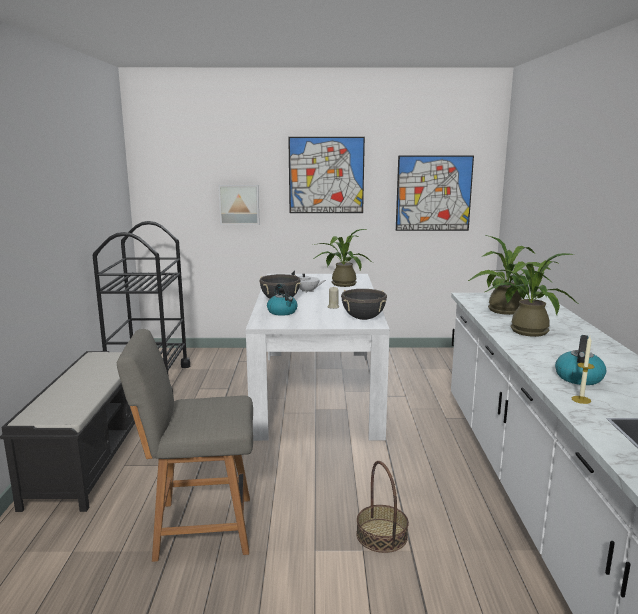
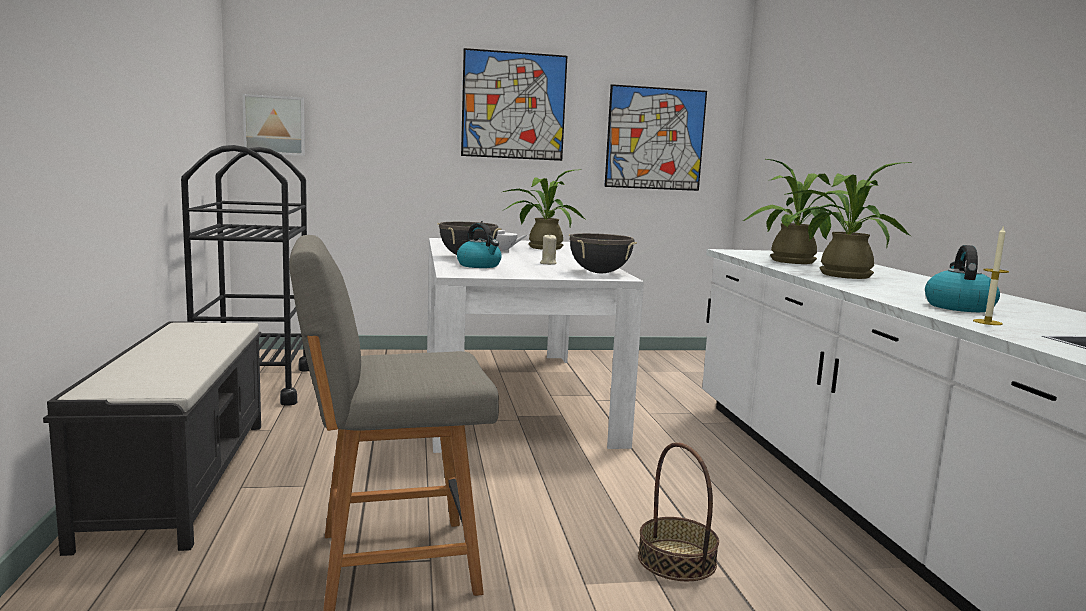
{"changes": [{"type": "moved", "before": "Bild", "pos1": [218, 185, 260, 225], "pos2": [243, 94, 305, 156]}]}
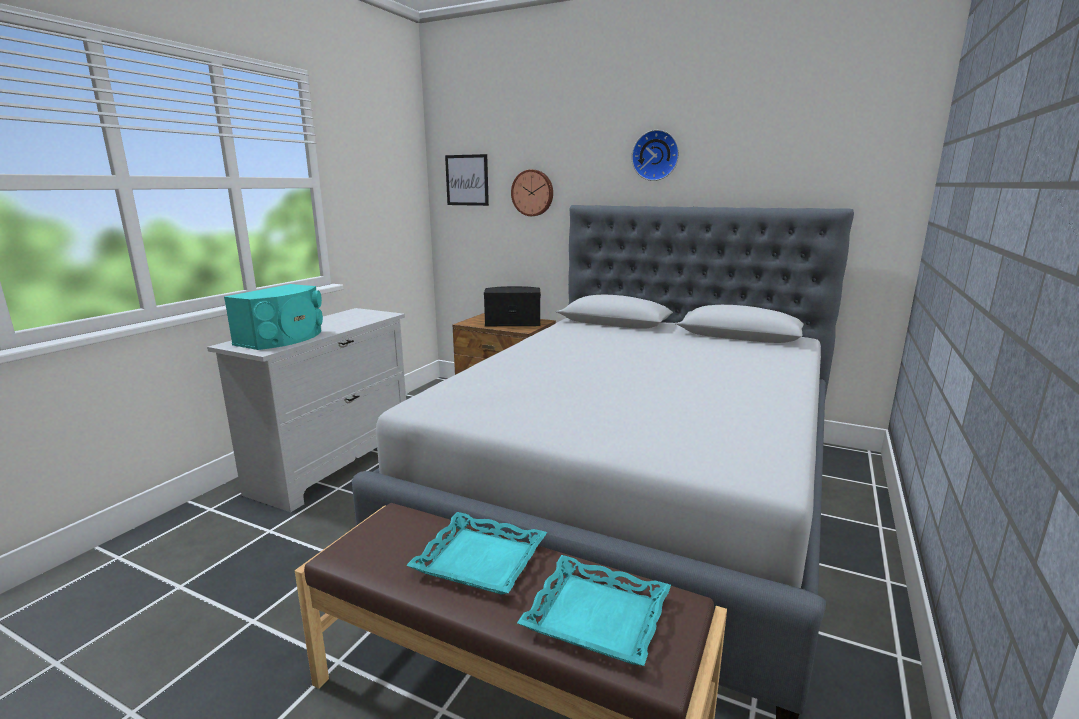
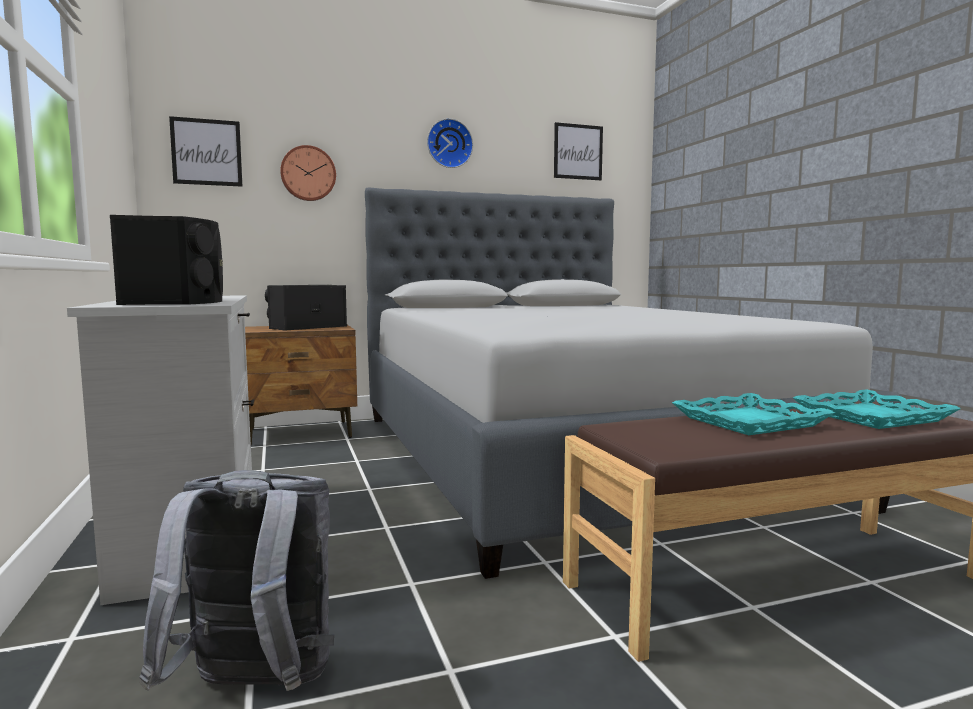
{"changes": [{"type": "recoloured", "before": "Lautsprecher [türkis]", "after": "Lautsprecher [schwarz]", "pos1": [224, 284, 323, 350], "pos2": [110, 215, 223, 305]}, {"type": "added", "after": "Rucksack [grau]", "pos2": [139, 470, 334, 691]}, {"type": "added", "after": "Bild", "pos2": [554, 122, 603, 180]}]}
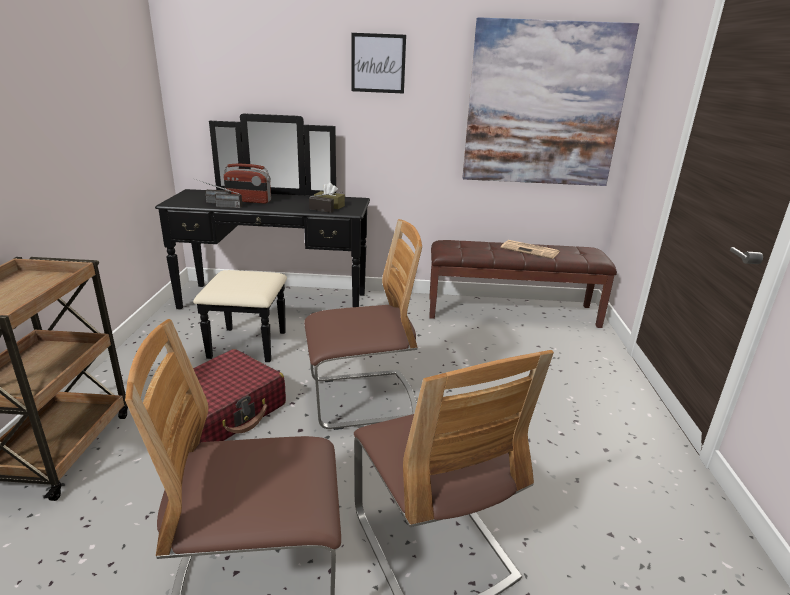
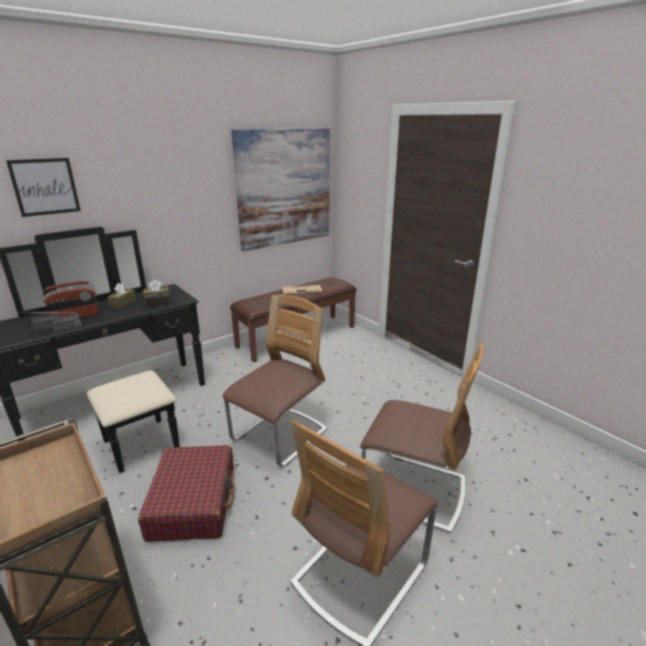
{"changes": [{"type": "moved", "before": "Bild", "pos1": [351, 33, 406, 94], "pos2": [6, 158, 81, 217]}, {"type": "added", "after": "Taschentuchbox [braun]", "pos2": [107, 283, 136, 308]}]}
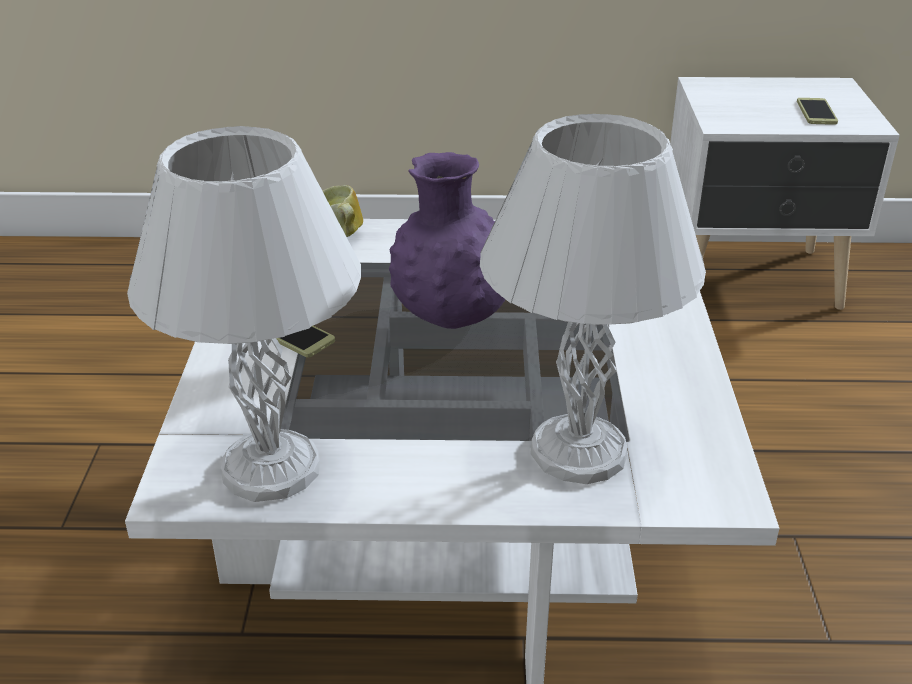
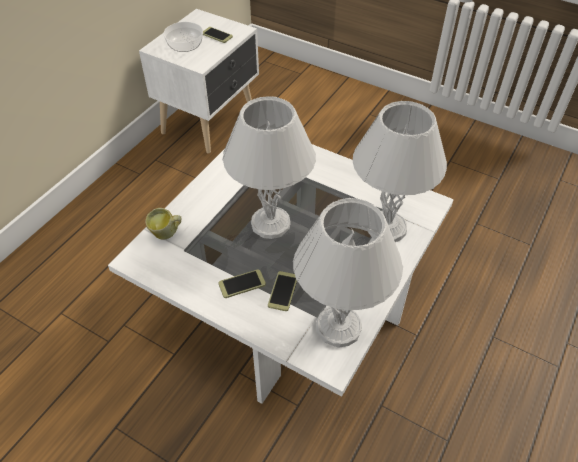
{"changes": [{"type": "added", "after": "Schüssel", "pos2": [163, 22, 203, 52]}, {"type": "replaced", "before": "Vase [lila]", "after": "Tischlampe [weiß]", "pos1": [389, 152, 506, 329], "pos2": [222, 96, 316, 239]}, {"type": "added", "after": "Handy", "pos2": [268, 271, 297, 311]}]}
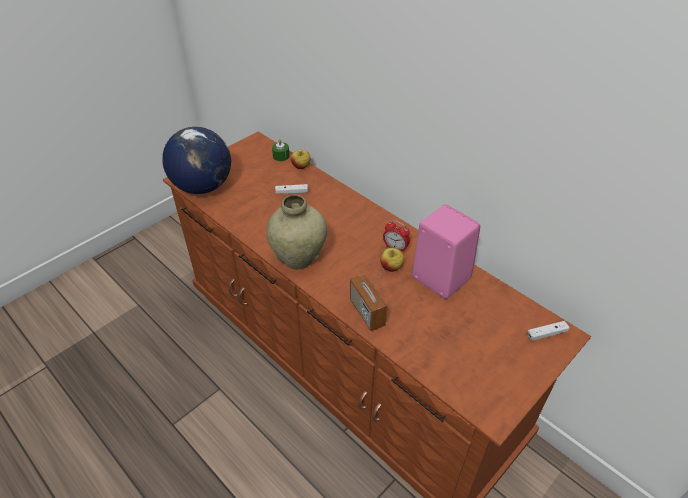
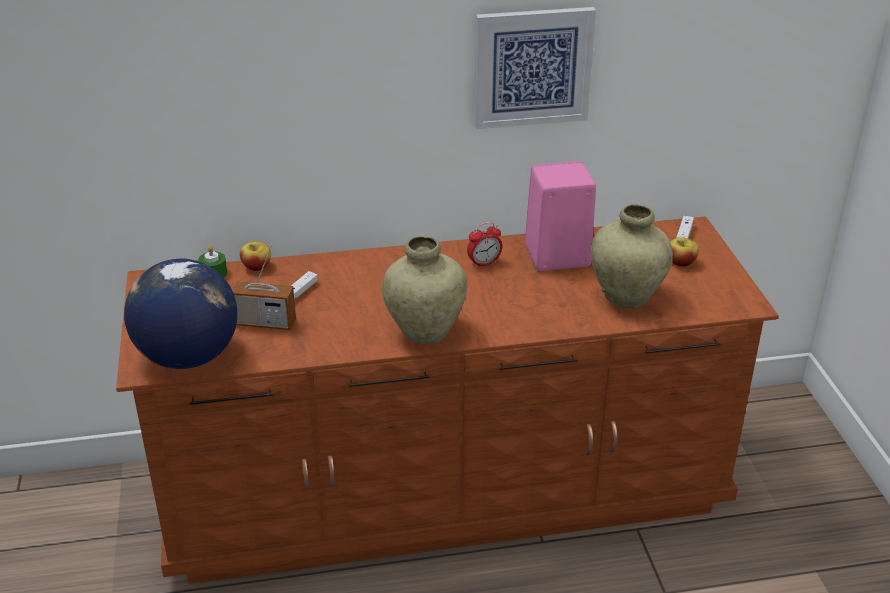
{"changes": [{"type": "moved", "before": "Radio", "pos1": [350, 269, 387, 331], "pos2": [232, 244, 296, 330]}, {"type": "added", "after": "Bild", "pos2": [474, 7, 596, 129]}, {"type": "added", "after": "Vase [beige]", "pos2": [590, 204, 673, 309]}, {"type": "moved", "before": "Apfel", "pos1": [380, 248, 404, 272], "pos2": [670, 237, 699, 267]}]}
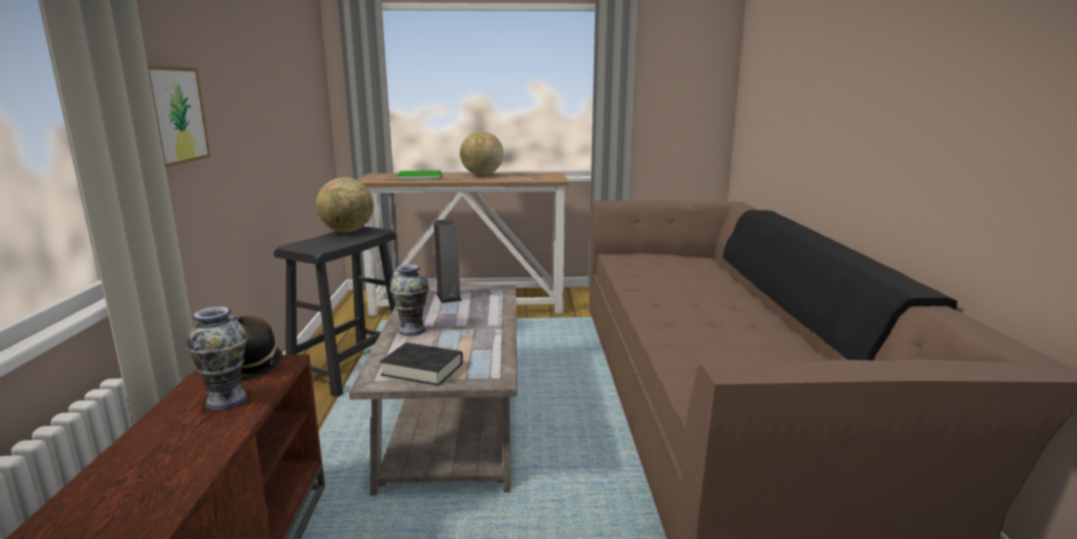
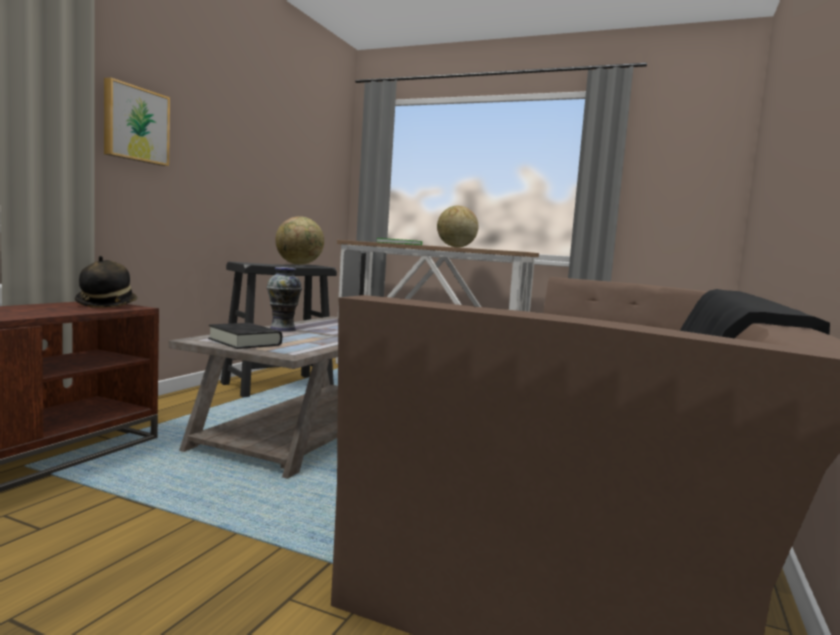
{"changes": [{"type": "removed", "before": "Vase", "pos1": [186, 307, 248, 411]}]}
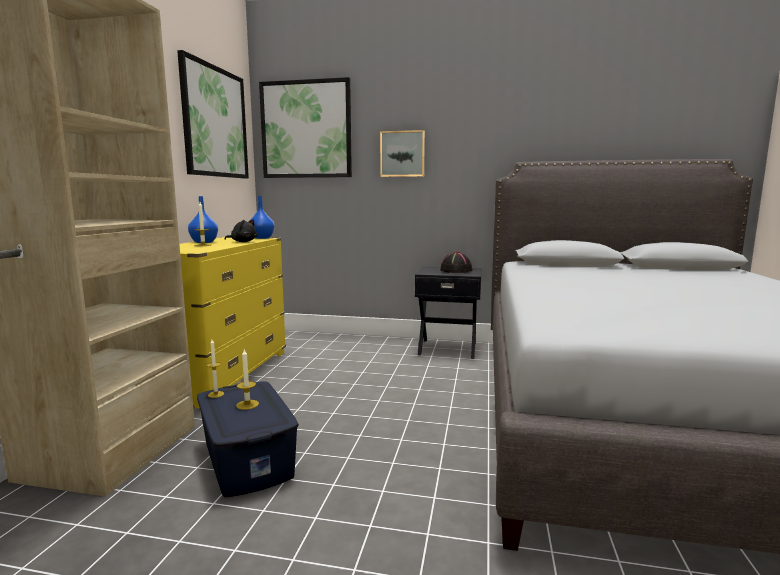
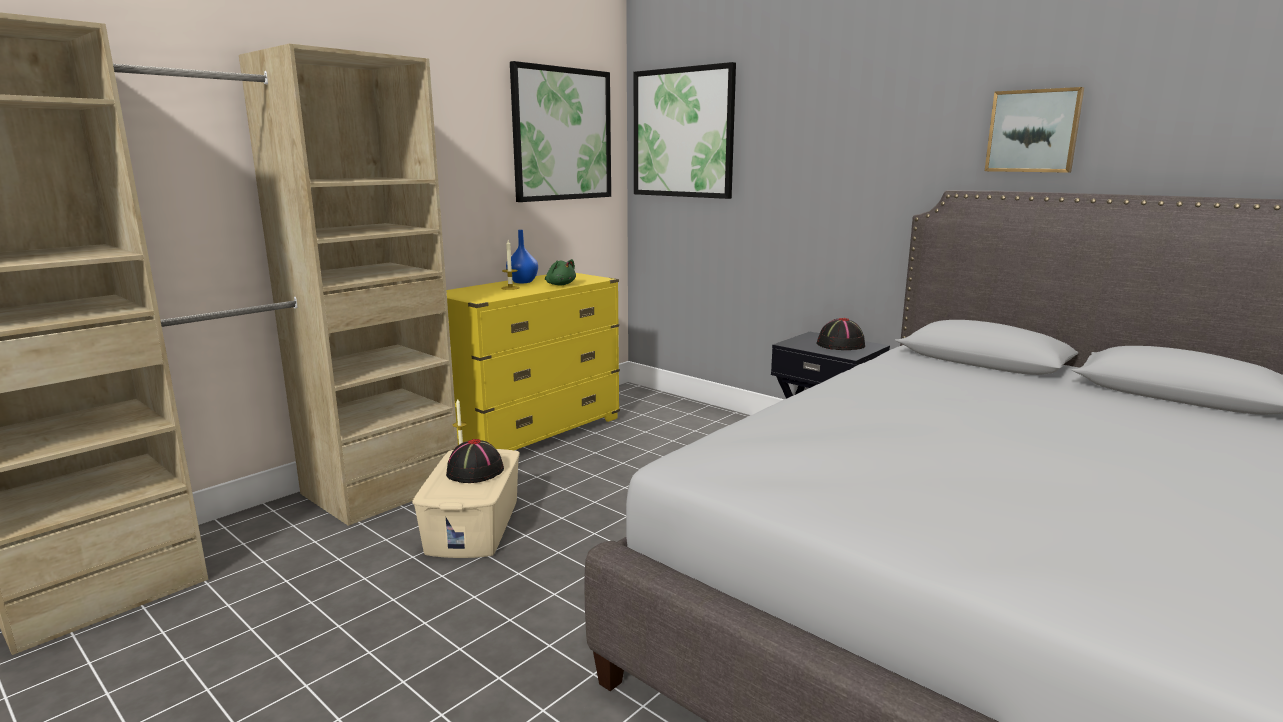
{"changes": [{"type": "recoloured", "before": "Aufbewahrungsbox [blau]", "after": "Aufbewahrungsbox [beige]", "pos1": [197, 381, 299, 497], "pos2": [412, 449, 520, 558]}, {"type": "replaced", "before": "Kerze", "after": "Hut [schwarz]", "pos1": [236, 349, 259, 410], "pos2": [446, 439, 504, 483]}, {"type": "recoloured", "before": "Plüschtier [schwarz]", "after": "Plüschtier [grün]", "pos1": [225, 220, 257, 242], "pos2": [545, 259, 576, 286]}, {"type": "moved", "before": "Bild", "pos1": [380, 130, 425, 177], "pos2": [985, 87, 1084, 173]}, {"type": "removed", "before": "Vase [blau]", "pos1": [250, 196, 275, 239]}]}
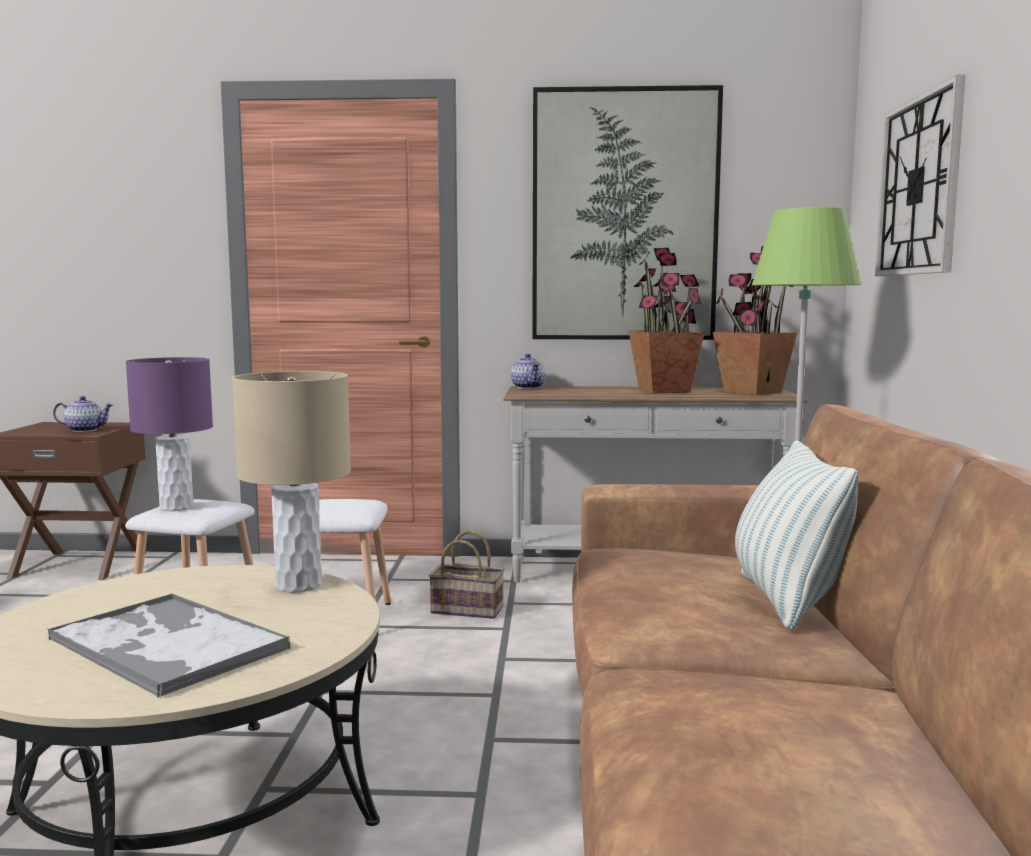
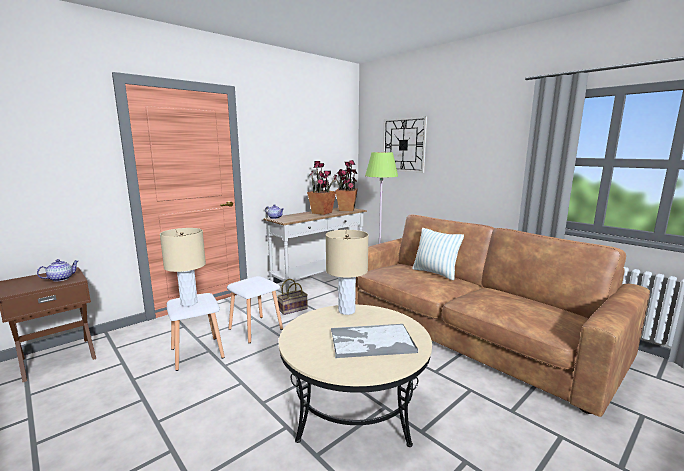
{"changes": [{"type": "recoloured", "before": "Tischlampe [lila]", "after": "Tischlampe [beige]", "pos1": [126, 357, 213, 511], "pos2": [160, 228, 206, 307]}, {"type": "removed", "before": "Bild", "pos1": [532, 85, 723, 340]}]}
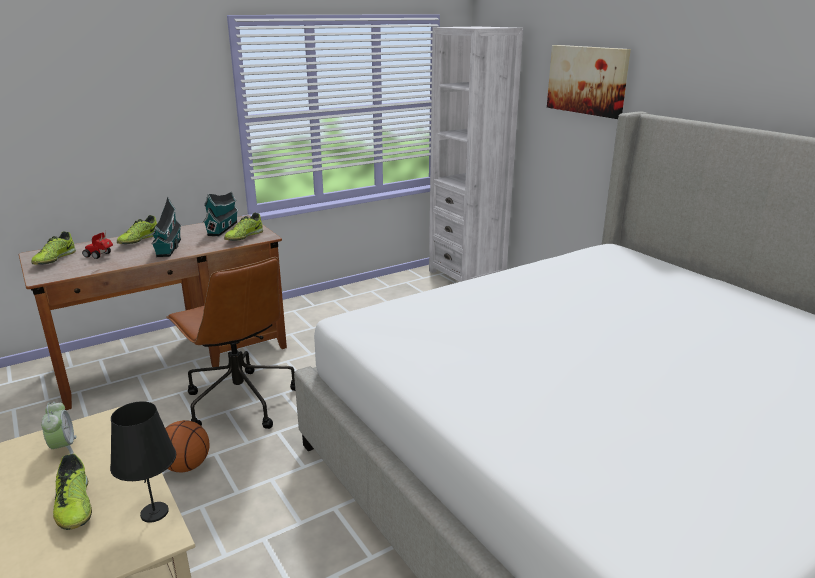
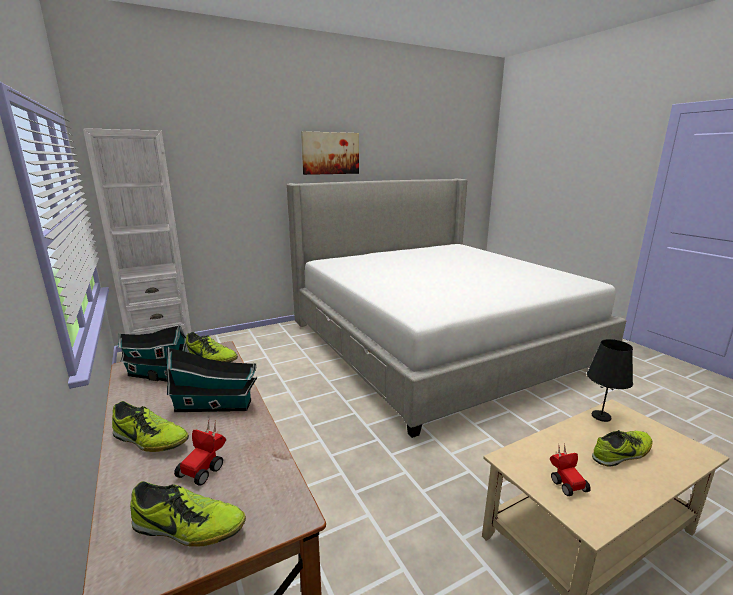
{"changes": [{"type": "moved", "before": "Bild", "pos1": [547, 45, 631, 119], "pos2": [301, 131, 359, 175]}, {"type": "replaced", "before": "Wecker", "after": "Spielzeugauto", "pos1": [41, 402, 76, 454], "pos2": [550, 443, 591, 496]}, {"type": "removed", "before": "Basketball", "pos1": [165, 420, 209, 472]}, {"type": "removed", "before": "Bürostuhl [braun]", "pos1": [166, 257, 295, 429]}]}
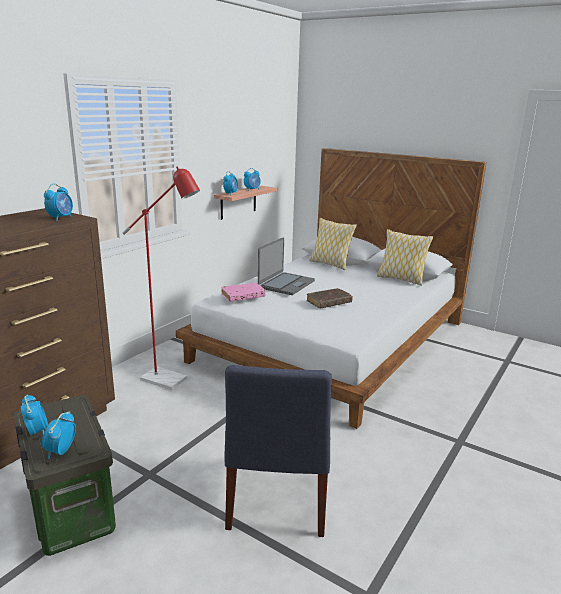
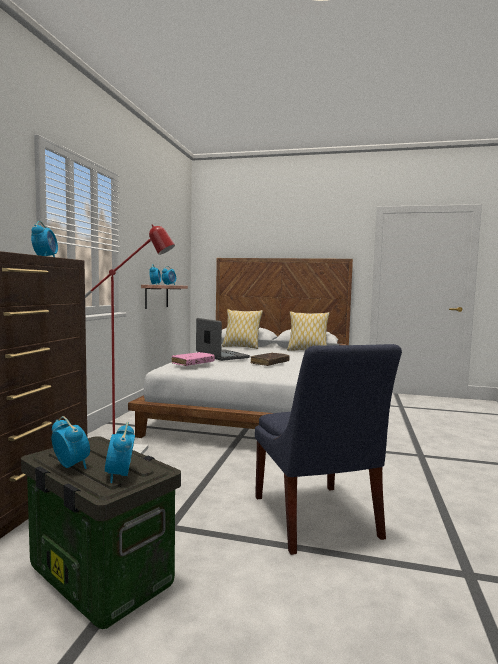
{"changes": [{"type": "turned", "before": "Laptop", "pos1": [258, 237, 315, 295], "pos2": [196, 318, 250, 361], "turn": -45}]}
